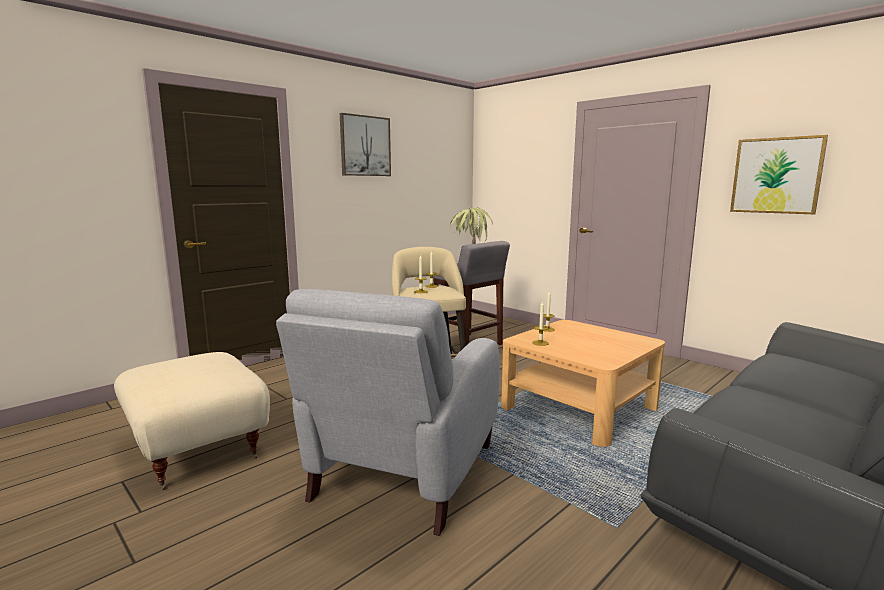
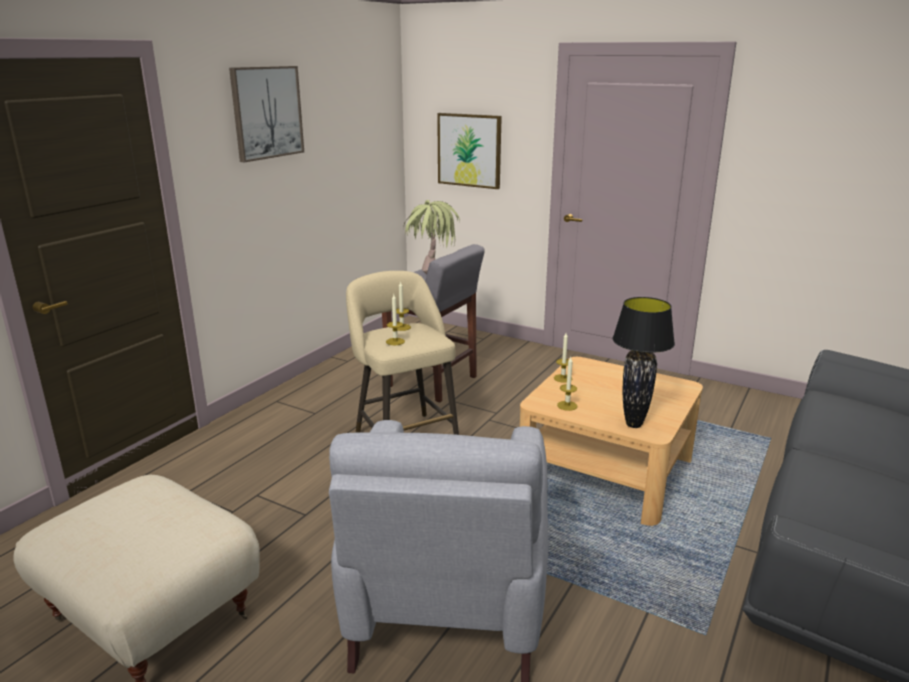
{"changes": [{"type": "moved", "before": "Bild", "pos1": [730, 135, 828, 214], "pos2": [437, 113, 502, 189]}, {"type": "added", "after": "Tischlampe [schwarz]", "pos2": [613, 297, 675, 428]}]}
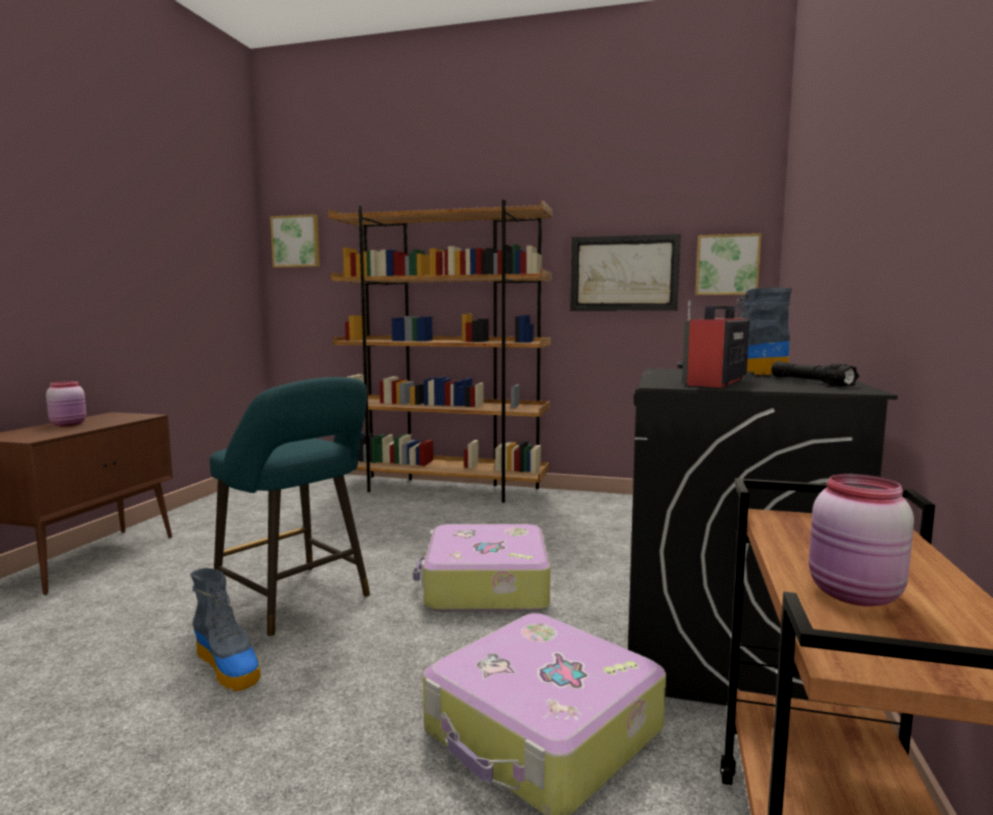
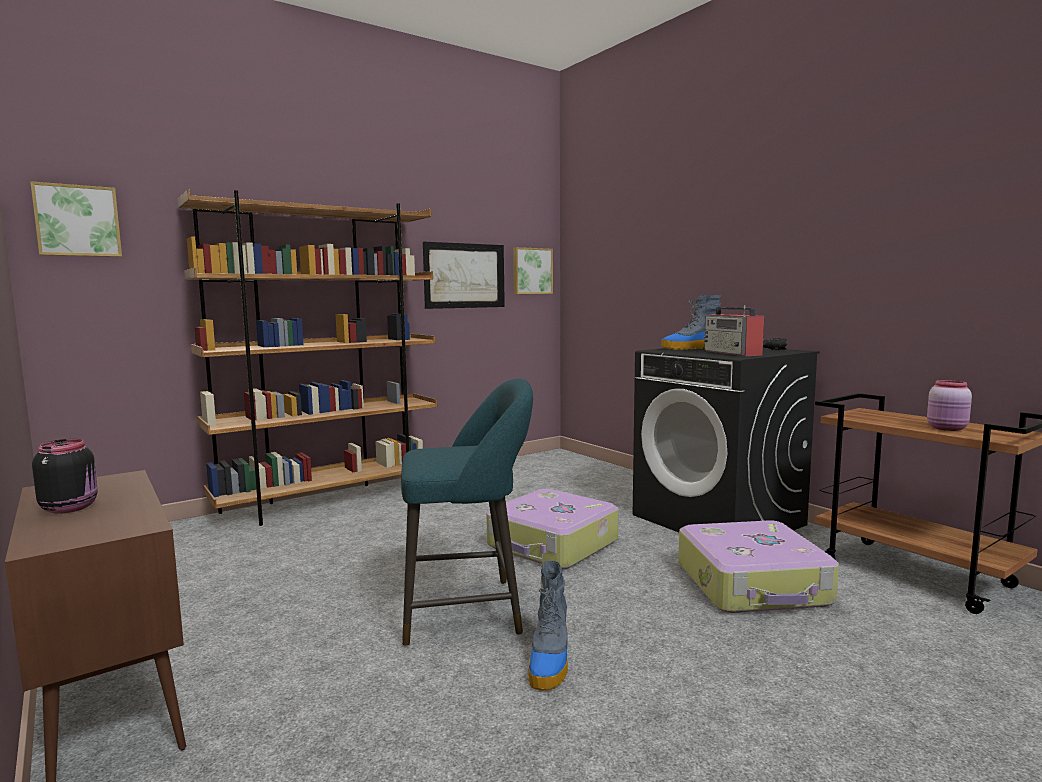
{"changes": [{"type": "recoloured", "before": "Vorratsglas [rosa]", "after": "Vorratsglas [schwarz]", "pos1": [46, 381, 86, 426], "pos2": [32, 439, 98, 514]}, {"type": "turned", "before": "Stiefel", "pos1": [190, 568, 261, 691], "pos2": [529, 561, 568, 690], "turn": 105}]}
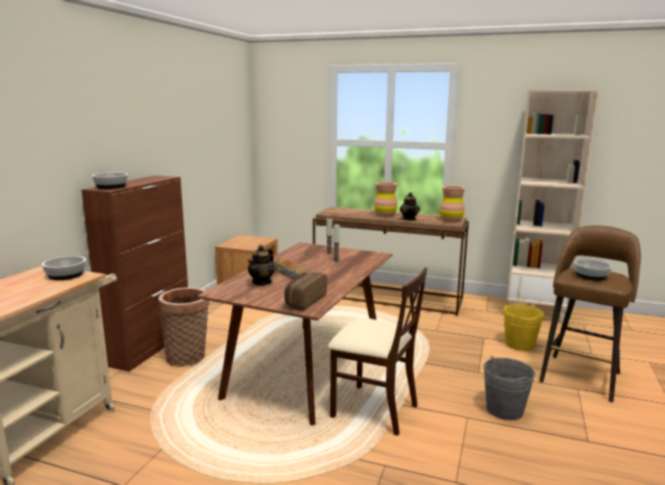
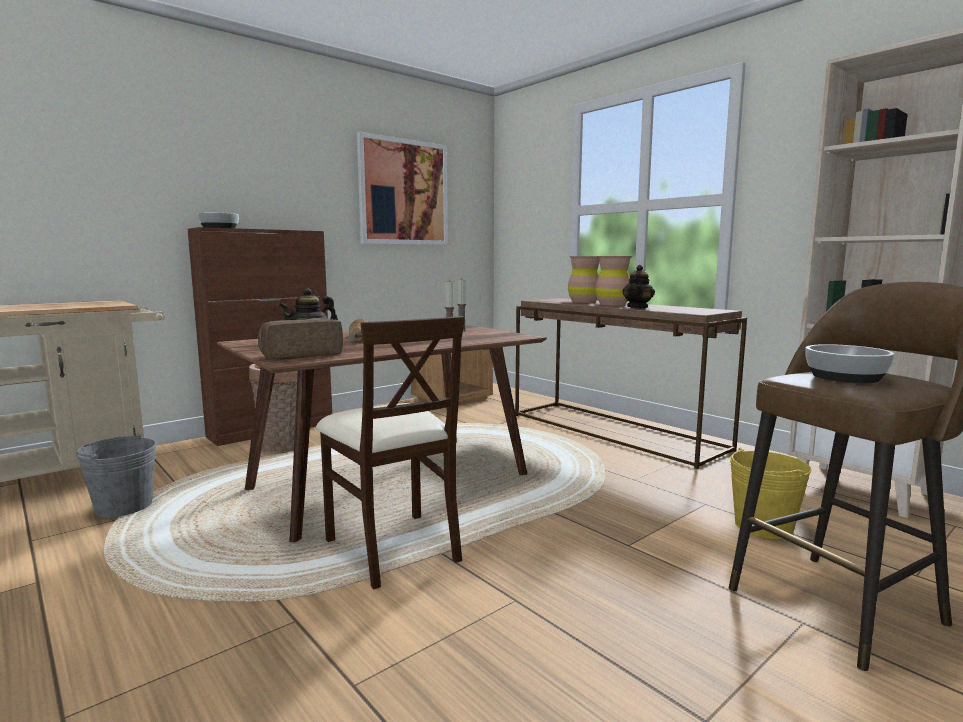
{"changes": [{"type": "moved", "before": "Eimer [grau]", "pos1": [483, 356, 535, 420], "pos2": [76, 434, 156, 518]}, {"type": "added", "after": "Bild", "pos2": [357, 132, 448, 245]}, {"type": "moved", "before": "Vase [braun]", "pos1": [440, 186, 466, 222], "pos2": [568, 256, 600, 303]}, {"type": "removed", "before": "Schüssel", "pos1": [42, 256, 86, 280]}]}
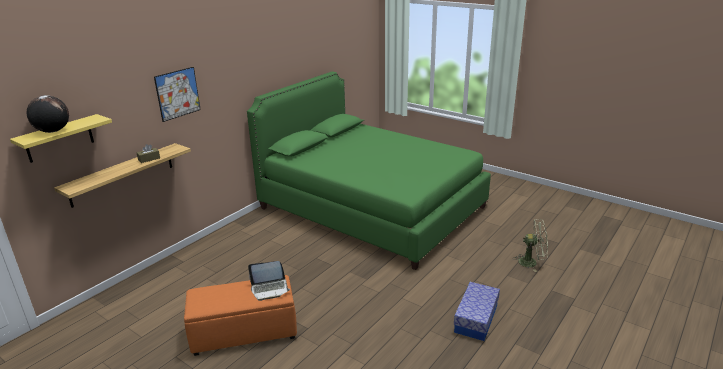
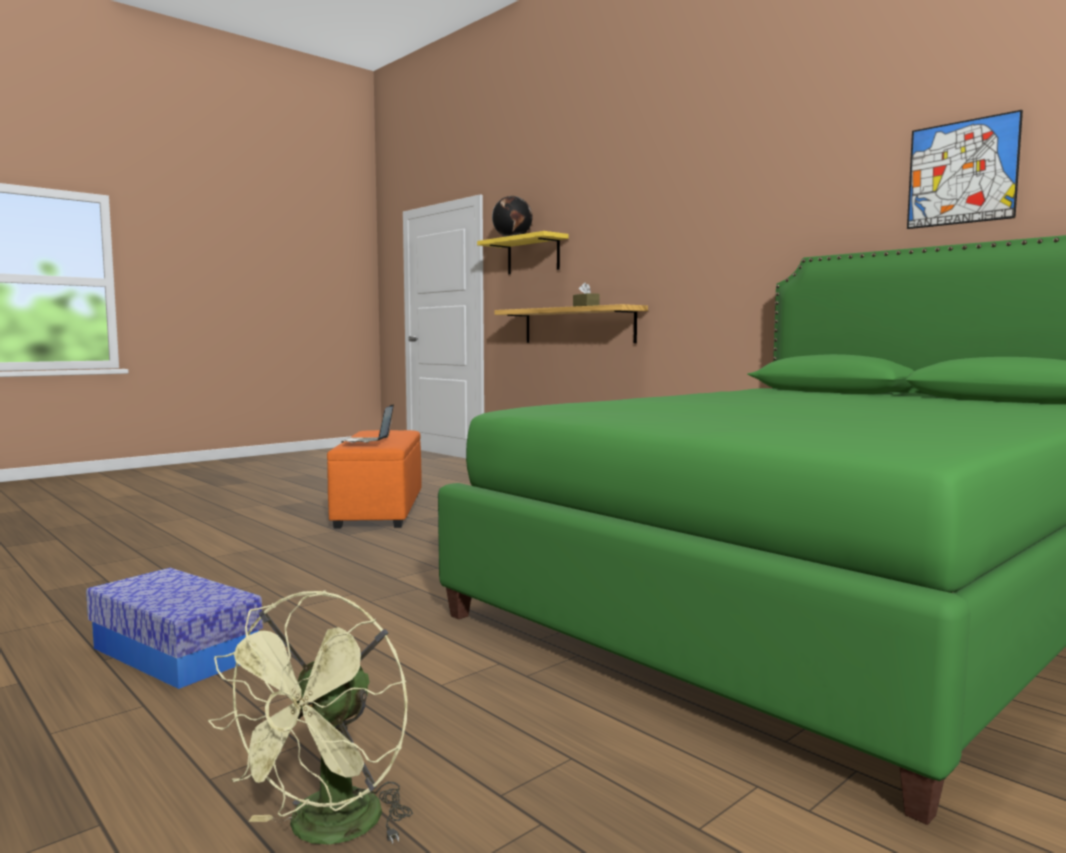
{"changes": [{"type": "moved", "before": "Bild", "pos1": [154, 67, 201, 122], "pos2": [907, 110, 1023, 229]}]}
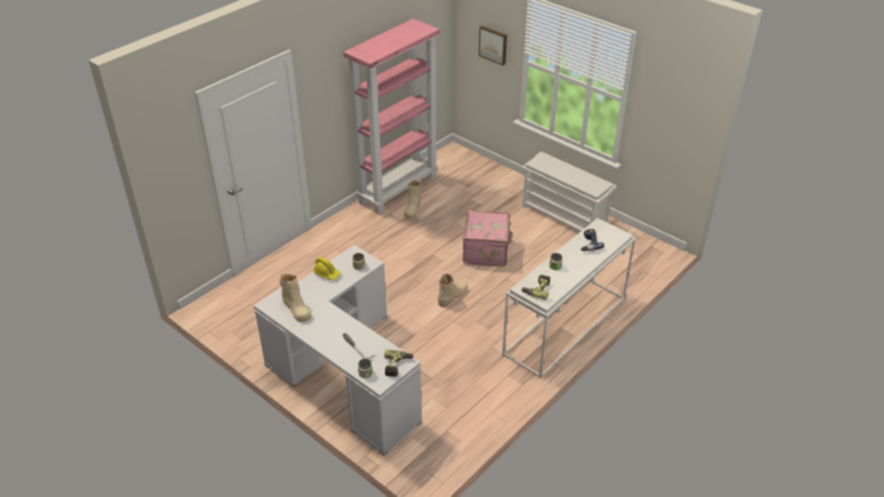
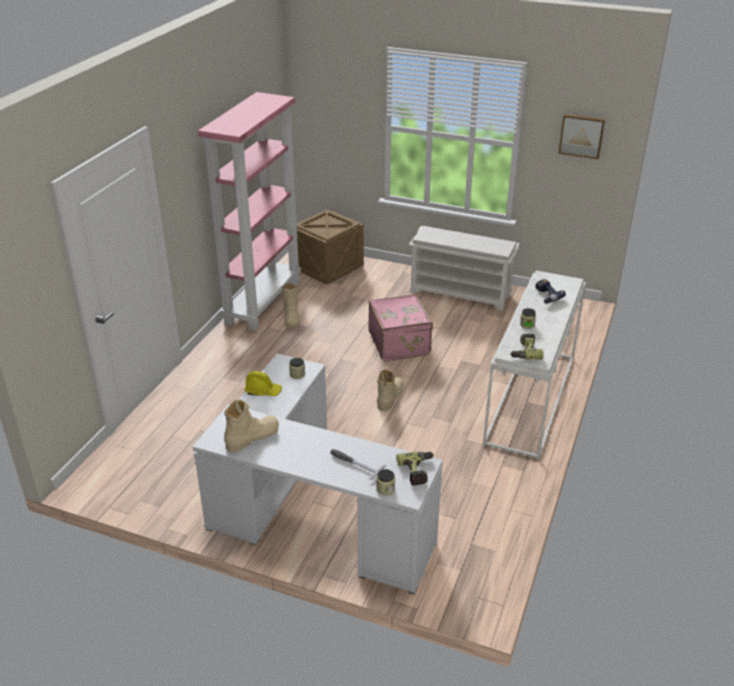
{"changes": [{"type": "turned", "before": "Stiefel [beige]", "pos1": [279, 274, 311, 322], "pos2": [224, 400, 279, 452], "turn": -75}, {"type": "added", "after": "Kiste", "pos2": [297, 210, 364, 285]}, {"type": "moved", "before": "Bild", "pos1": [479, 26, 507, 65], "pos2": [558, 114, 605, 159]}]}
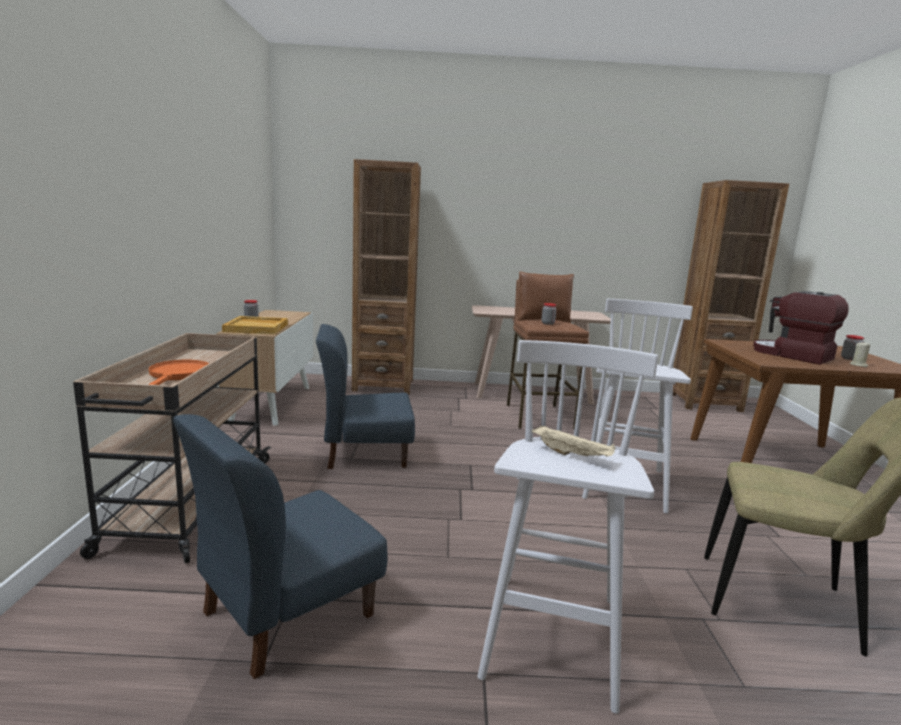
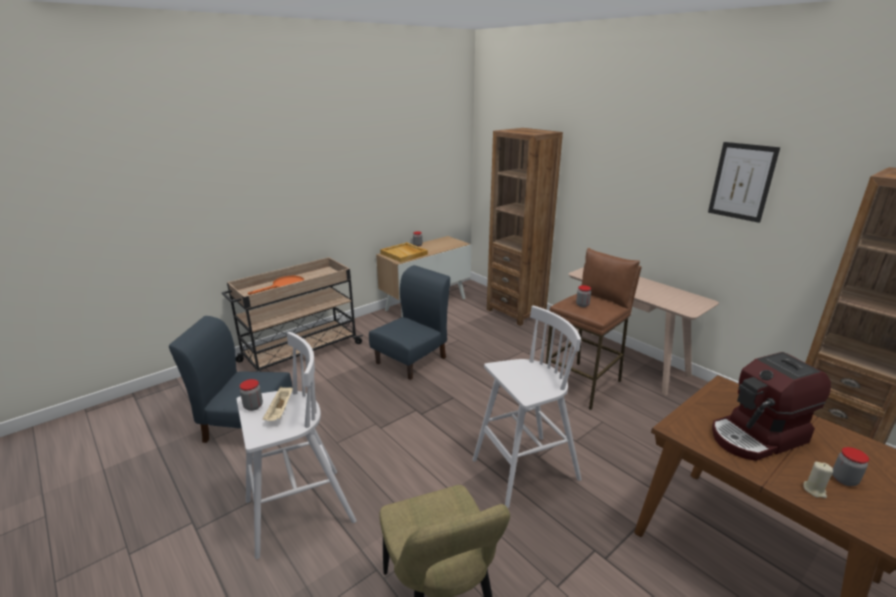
{"changes": [{"type": "added", "after": "Vorratsglas", "pos2": [240, 379, 263, 411]}, {"type": "turned", "before": "Stuhl [blau]", "pos1": [316, 324, 415, 469], "pos2": [369, 265, 450, 380], "turn": 90}, {"type": "added", "after": "Bild", "pos2": [708, 142, 780, 223]}, {"type": "turned", "before": "Kaffeemaschine", "pos1": [753, 291, 848, 365], "pos2": [712, 352, 831, 461], "turn": -120}]}
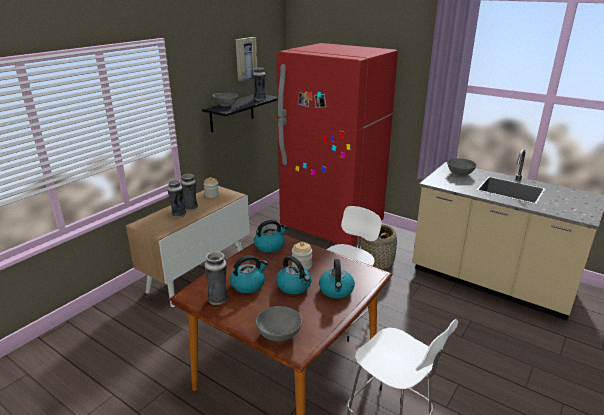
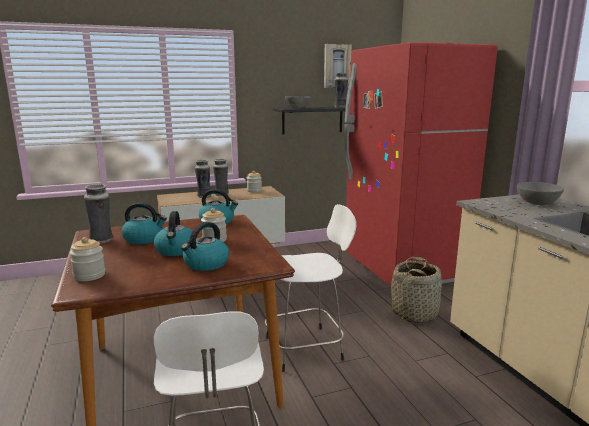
{"changes": [{"type": "replaced", "before": "Schüssel [grau]", "after": "Vorratsglas", "pos1": [256, 306, 302, 342], "pos2": [70, 237, 105, 281]}]}
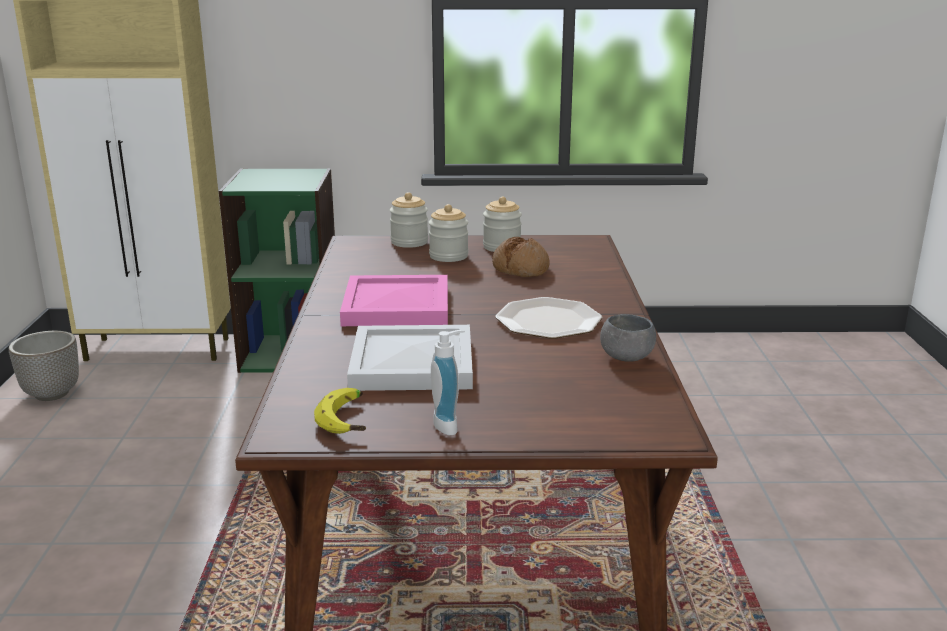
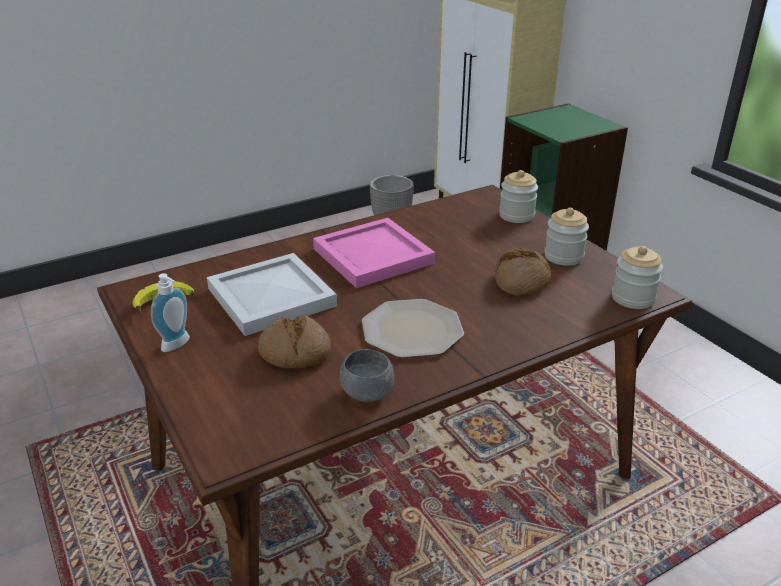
{"changes": [{"type": "added", "after": "Brot", "pos2": [258, 315, 331, 368]}, {"type": "moved", "before": "Vorratsglas", "pos1": [429, 204, 468, 262], "pos2": [612, 246, 663, 309]}]}
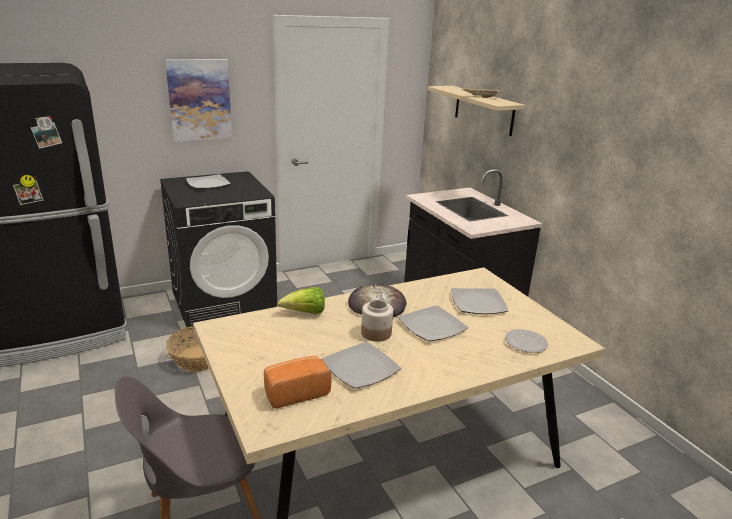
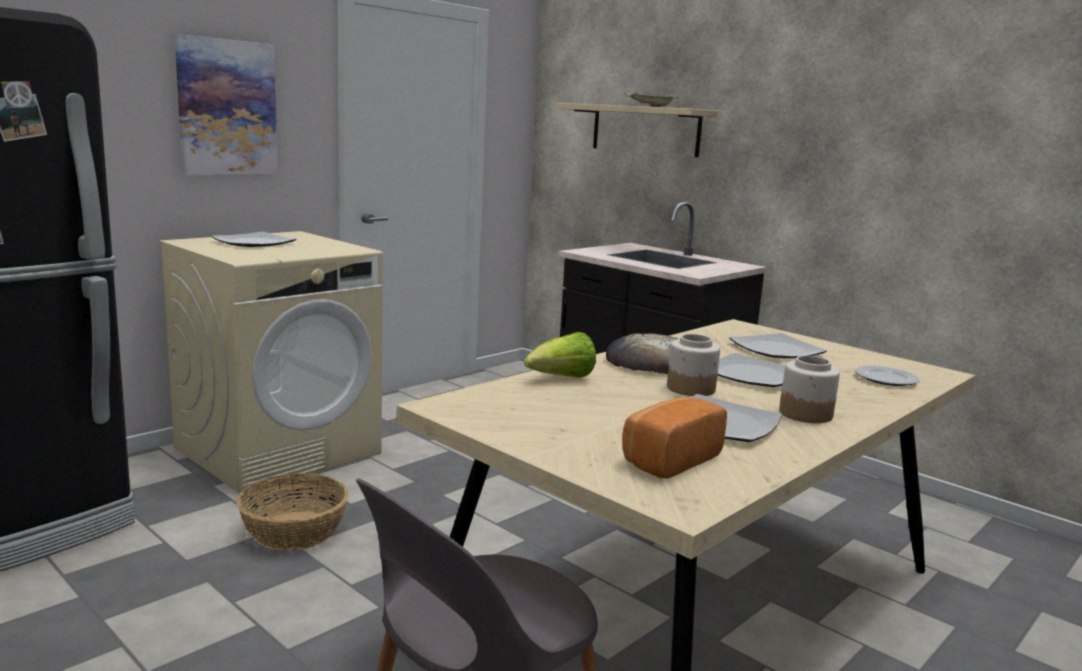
{"changes": [{"type": "recoloured", "before": "Waschmaschine [schwarz]", "after": "Waschmaschine [beige]", "pos1": [160, 171, 277, 329], "pos2": [159, 231, 383, 495]}, {"type": "added", "after": "Vorratsglas", "pos2": [779, 356, 840, 423]}]}
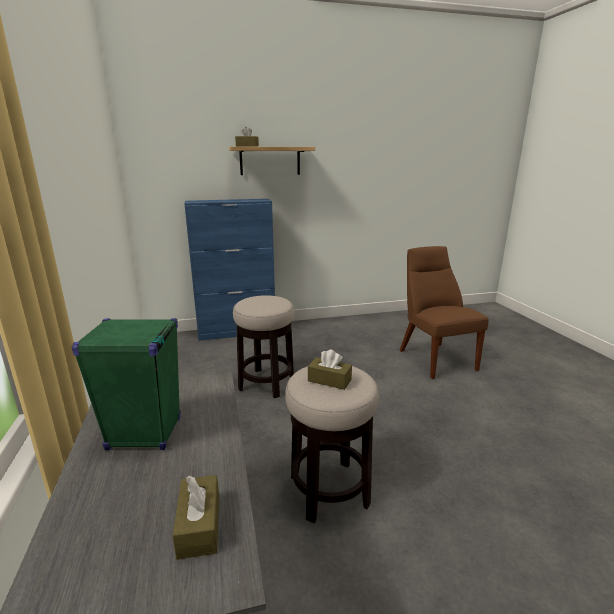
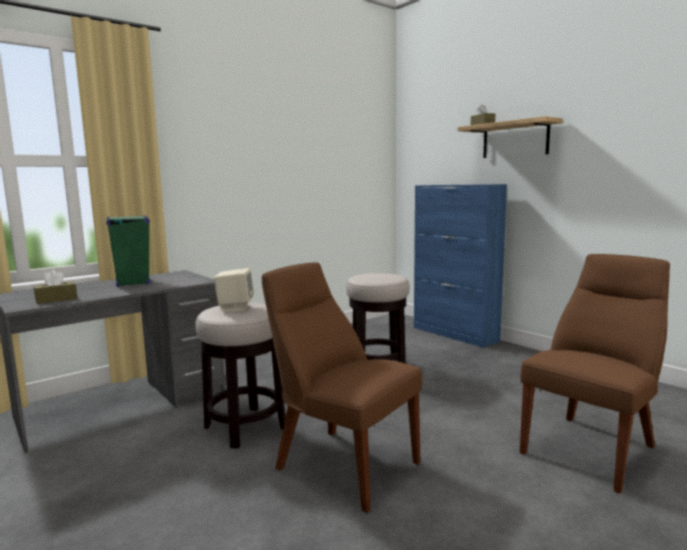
{"changes": [{"type": "replaced", "before": "Taschentuchbox [braun]", "after": "Lautsprecher [beige]", "pos1": [308, 350, 352, 390], "pos2": [214, 268, 254, 311]}, {"type": "added", "after": "Stuhl [braun]", "pos2": [262, 262, 422, 513]}]}
